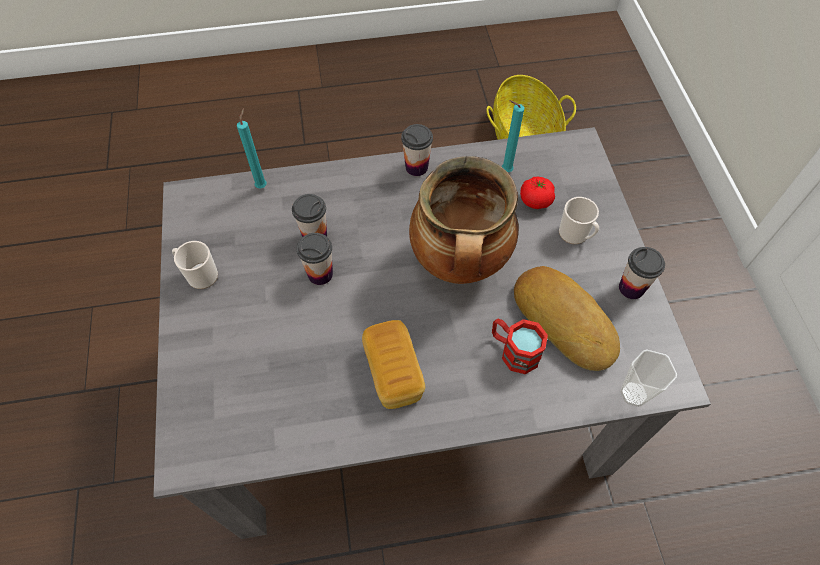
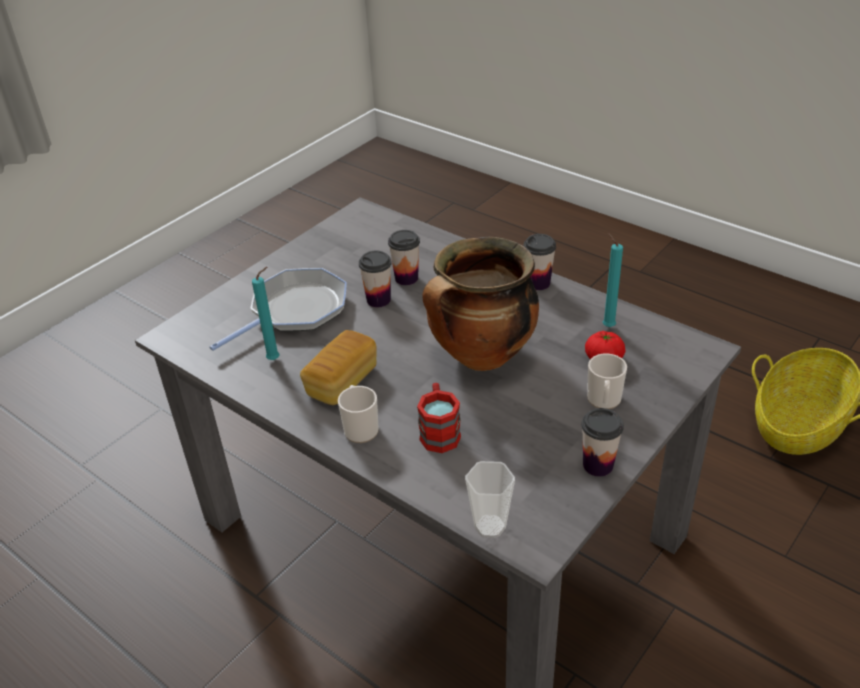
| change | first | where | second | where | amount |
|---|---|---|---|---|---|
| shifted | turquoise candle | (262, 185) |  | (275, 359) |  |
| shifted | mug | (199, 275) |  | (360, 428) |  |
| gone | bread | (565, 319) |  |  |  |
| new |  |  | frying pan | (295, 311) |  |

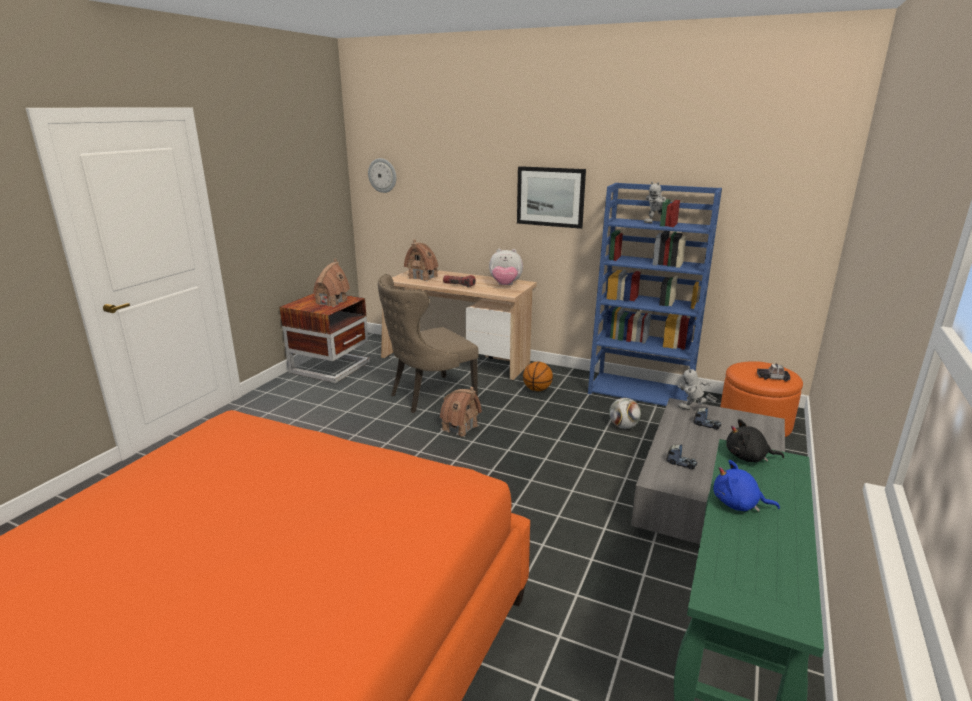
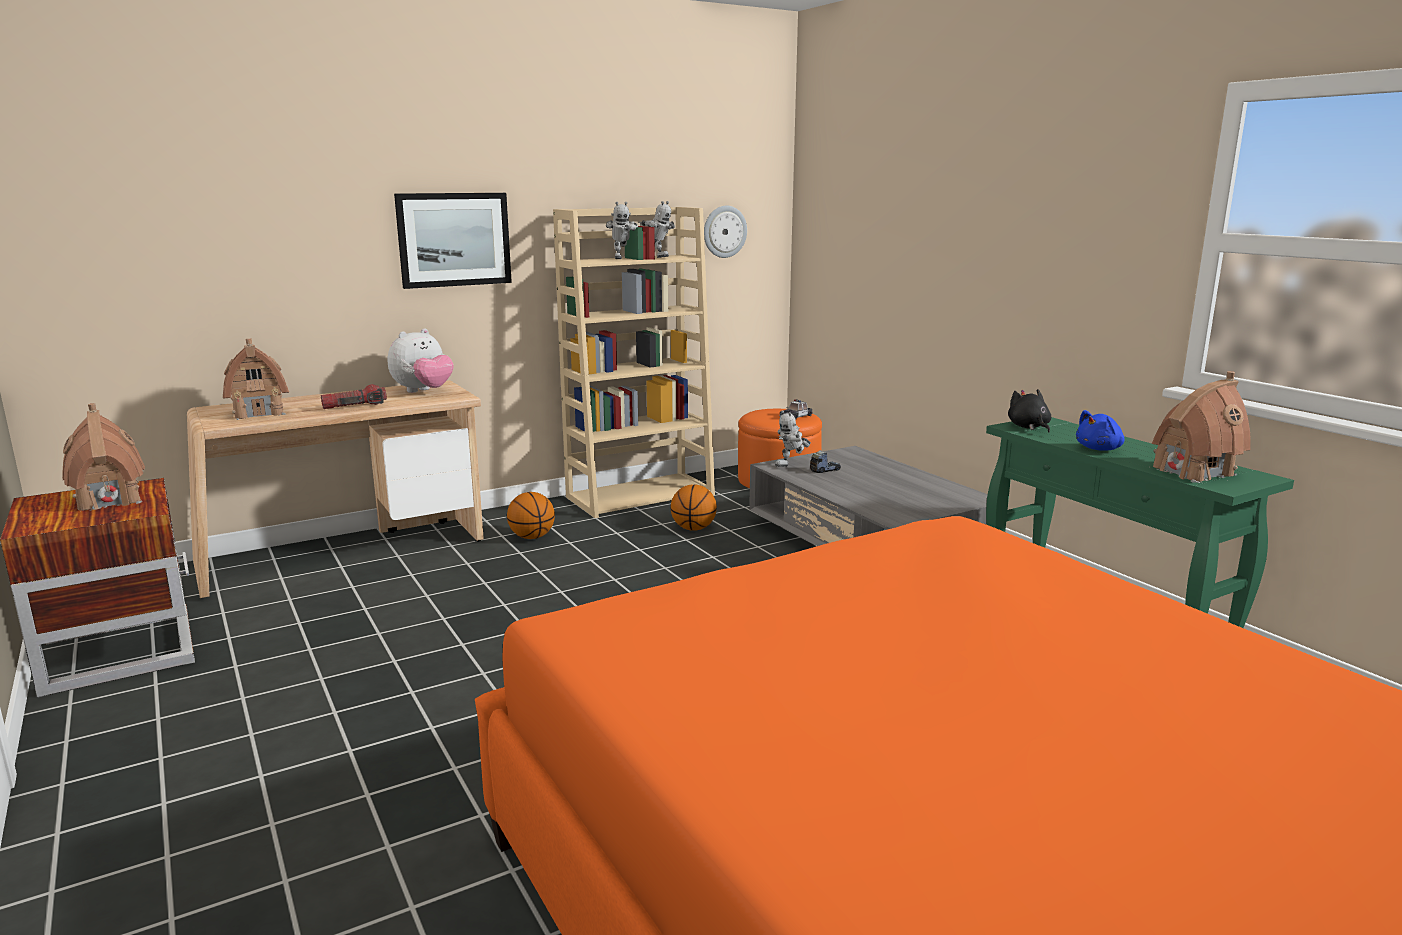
| change | first | where | second | where | amount |
|---|---|---|---|---|---|
| shifted | wall clock | (382, 175) |  | (724, 231) |  |
| repainted | blue bookcase | (641, 392) | beige bookcase | (641, 495) |  |
| gone | beige chair | (428, 395) |  |  |  |
| shifted | toy house | (460, 427) |  | (1192, 471) |  |
| swapped | football | (623, 426) | basketball | (693, 529) |  |
| rotated | black plush toy | (748, 457) |  | (1029, 427) | 120 degrees clockwise |
| gone | toy truck | (681, 463) |  |  |  |
| new |  |  | toy robot | (657, 257) |  |

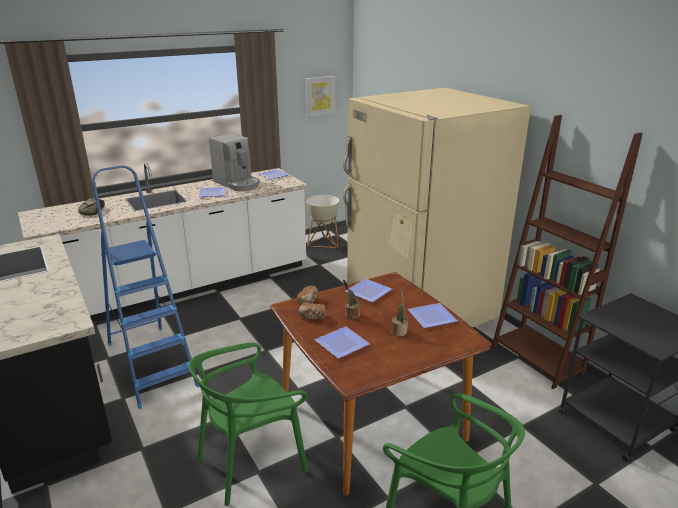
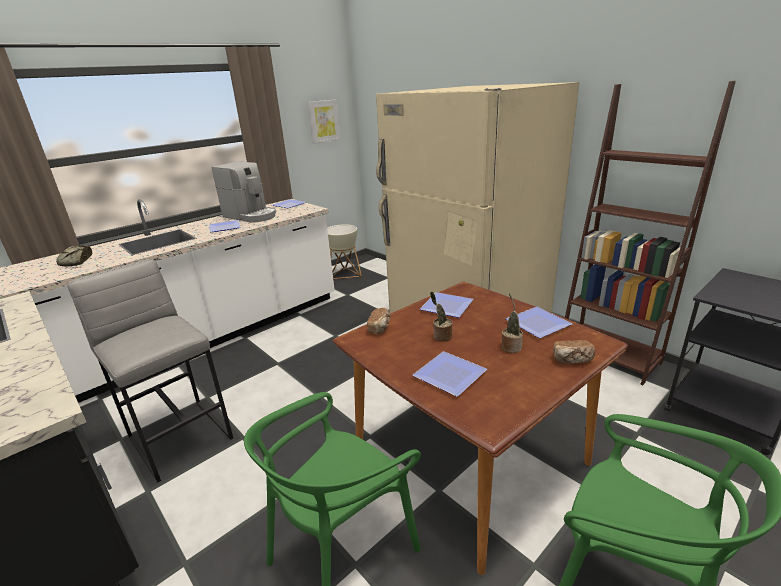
| change | first | where | second | where | amount |
|---|---|---|---|---|---|
| swapped | blue step ladder | (151, 364) | grey stool | (180, 437) |  |
| shifted | bread | (312, 317) |  | (572, 360) |  |

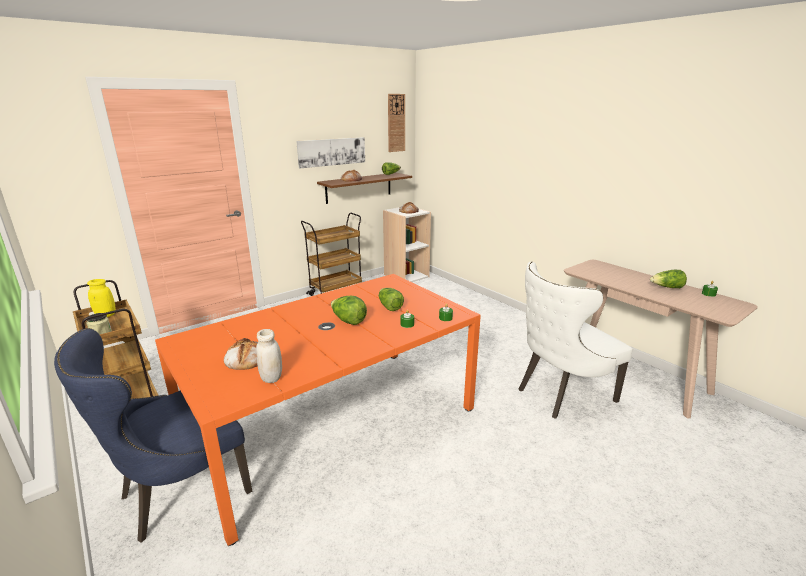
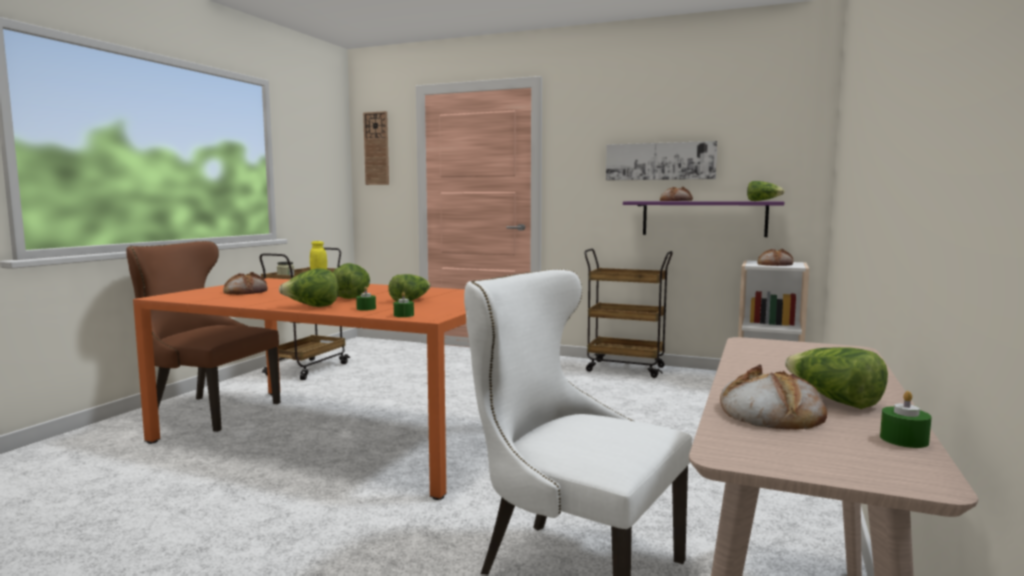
| change | first | where | second | where | amount |
|---|---|---|---|---|---|
| shifted | wall clock | (396, 123) |  | (376, 148) |  |
| repainted | brown shelf | (359, 187) | purple shelf | (703, 218) |  |
| repainted | blue chair | (180, 492) | brown chair | (208, 411) |  |
| gone | white jar | (271, 378) |  |  |  |
| new |  |  | lettuce | (312, 307) |  |
| new |  |  | bread | (769, 412) |  |

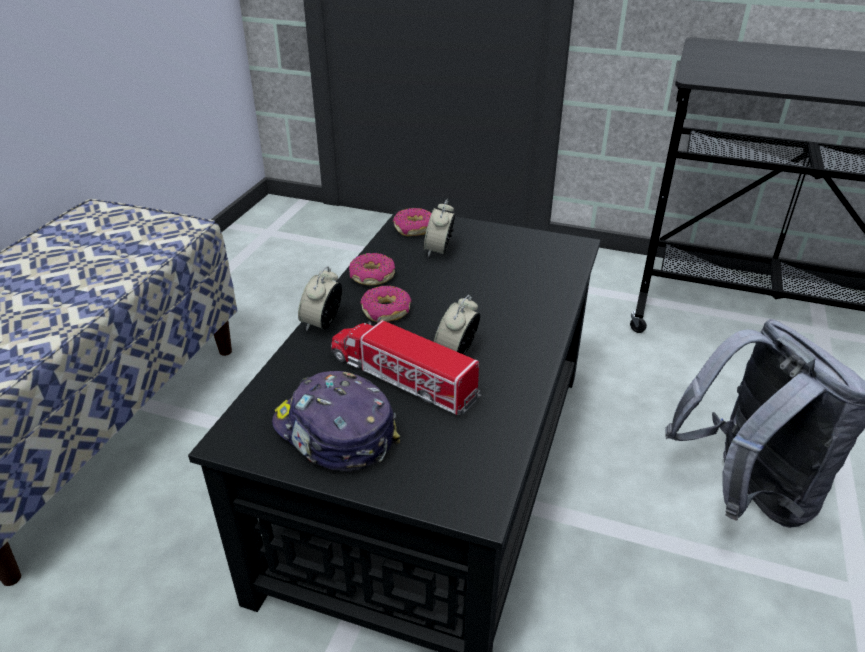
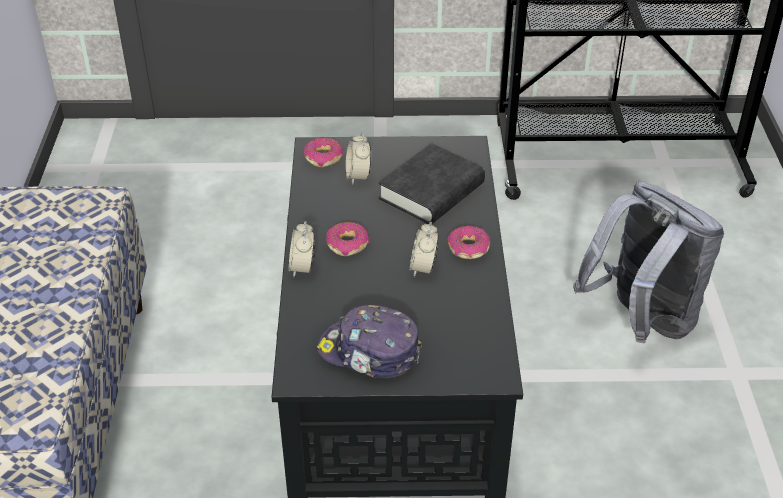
| change | first | where | second | where | amount |
|---|---|---|---|---|---|
| shifted | donut | (372, 276) |  | (468, 248) |  |
| gone | toy truck | (402, 377) |  |  |  |
| new |  |  | black book | (431, 191) |  |

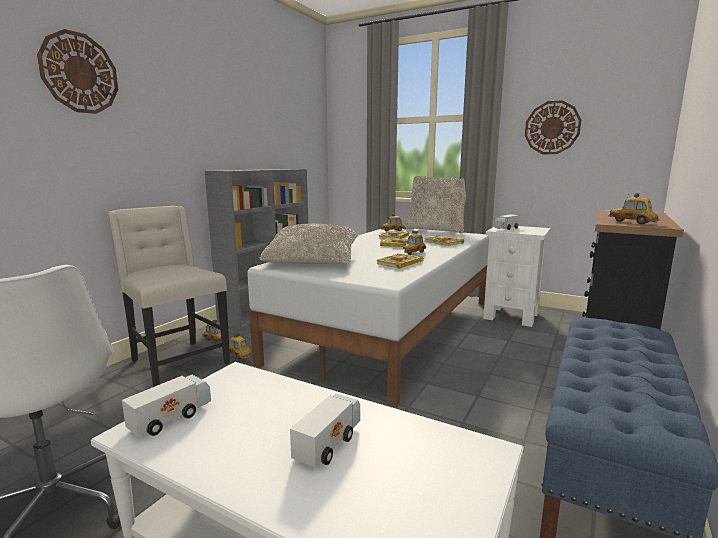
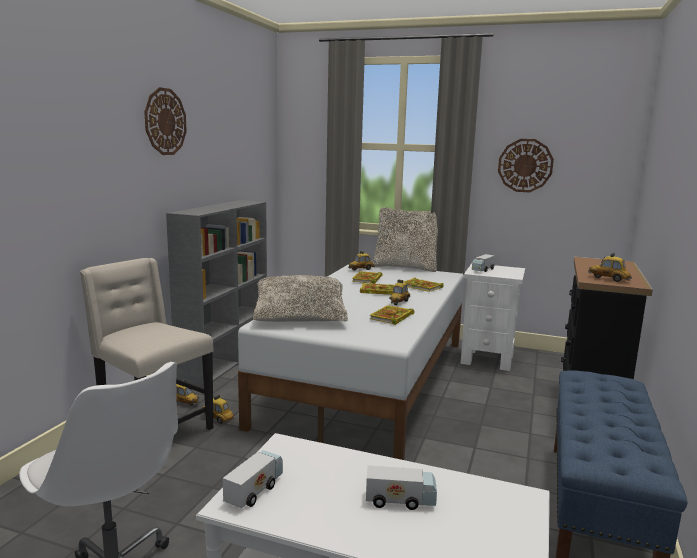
| change | first | where | second | where | amount |
|---|---|---|---|---|---|
| shifted | wall clock | (79, 73) |  | (165, 122) |  |
| rotated | toy truck | (328, 442) |  | (400, 500) | 75 degrees clockwise |

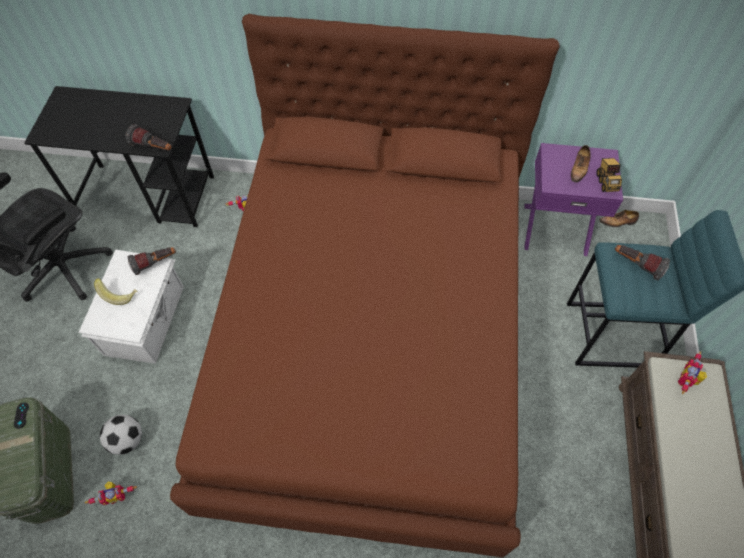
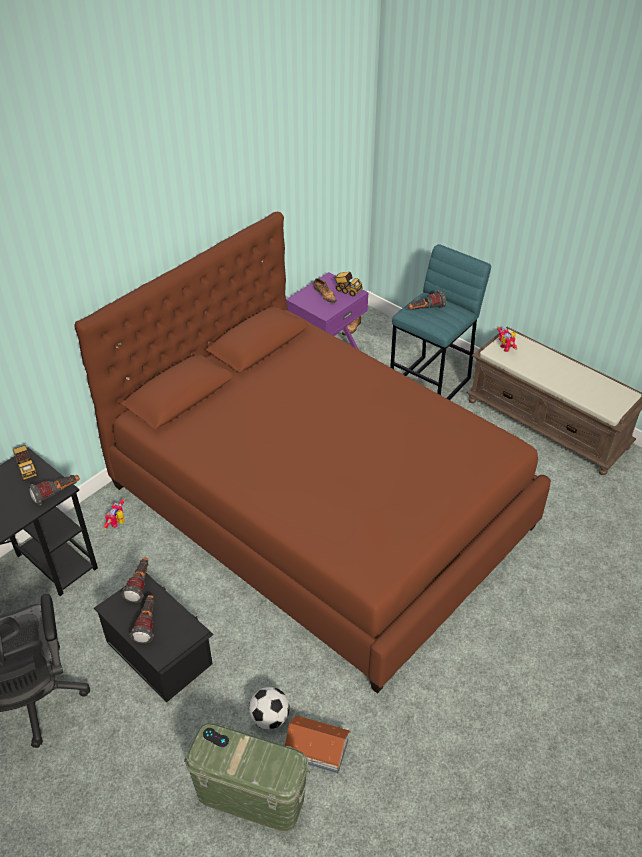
| change | first | where | second | where | amount |
|---|---|---|---|---|---|
| repainted | white storage box | (146, 319) | black storage box | (159, 651) |  |
| swapped | banana | (119, 294) | flashlight | (147, 624) |  |
| swapped | toy robot | (117, 495) | toy house | (316, 748) |  |
| new |  |  | toy truck | (27, 470) |  |

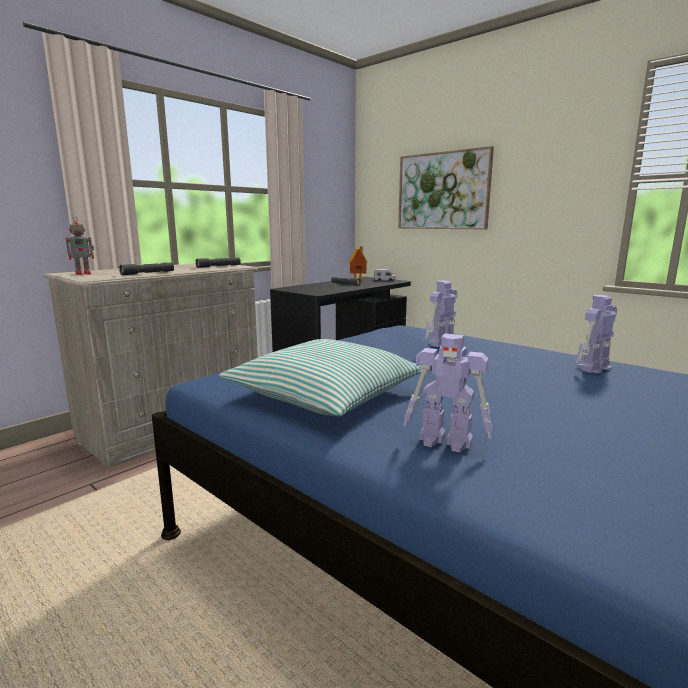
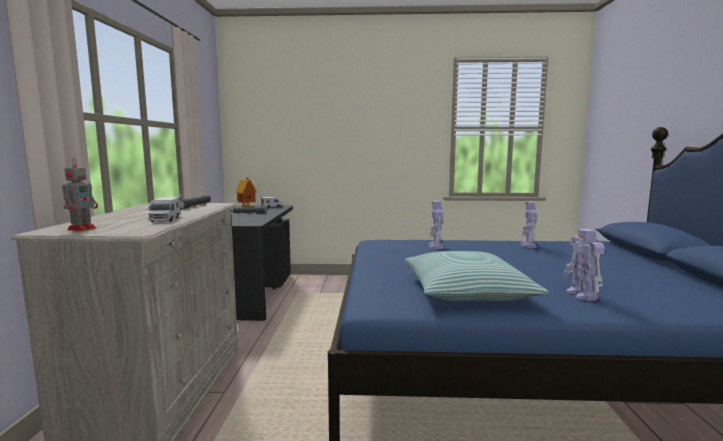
| change | first | where | second | where | amount |
|---|---|---|---|---|---|
| gone | picture | (443, 191) |  |  |  |
| swapped | grey flashlight | (148, 273) | toy truck | (165, 219) |  |
| rotated | toy robot | (446, 441) |  | (582, 295) | 105 degrees clockwise |

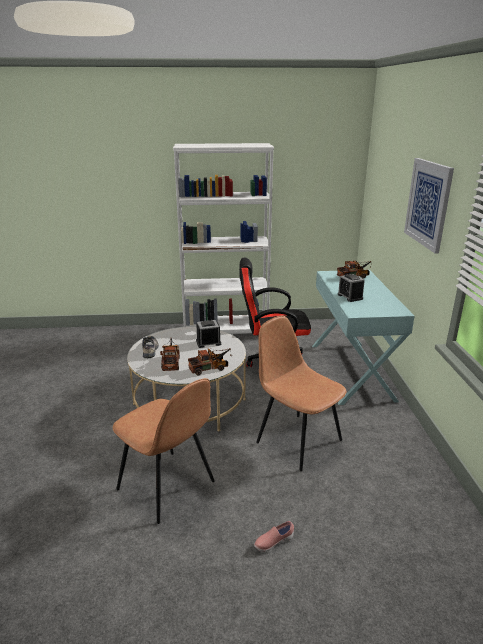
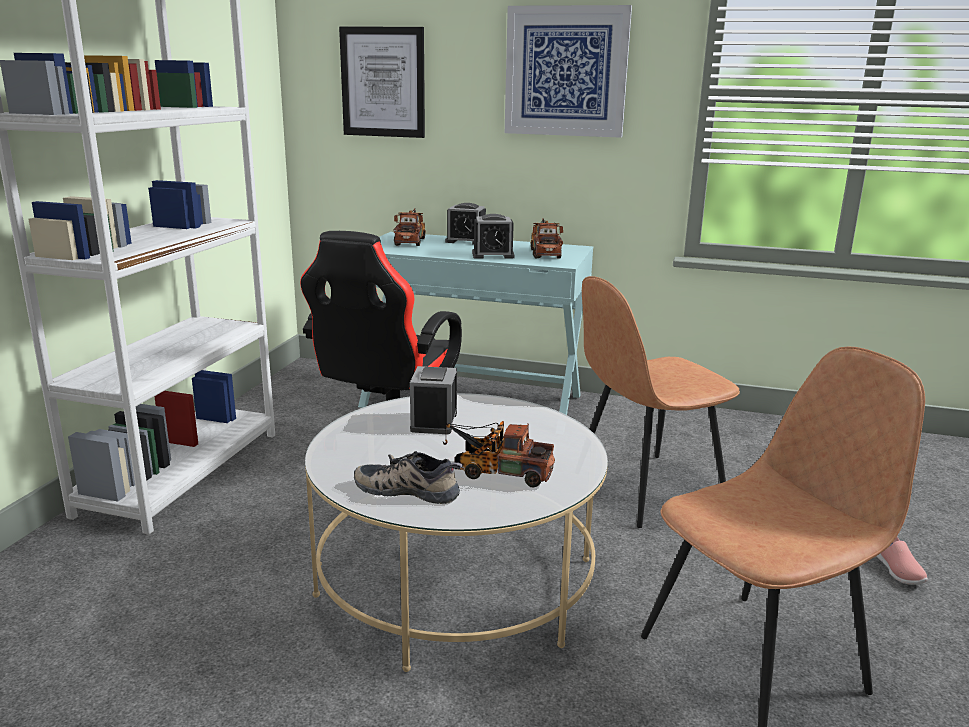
| change | first | where | second | where | amount |
|---|---|---|---|---|---|
| shifted | toy truck | (211, 368) |  | (545, 253) |  |
| new |  |  | picture | (383, 82) |  |
| new |  |  | alarm clock | (466, 241) |  |

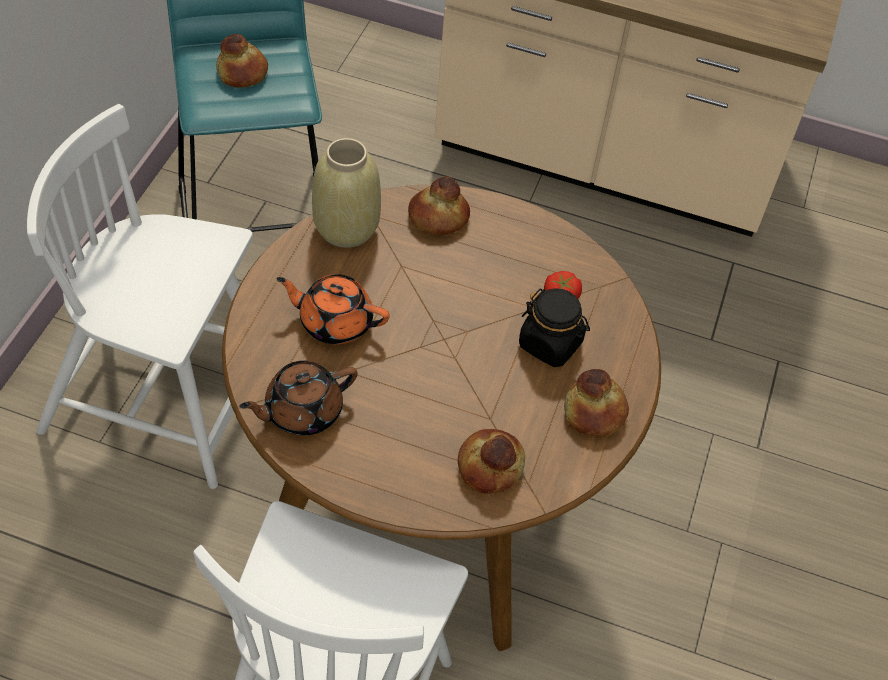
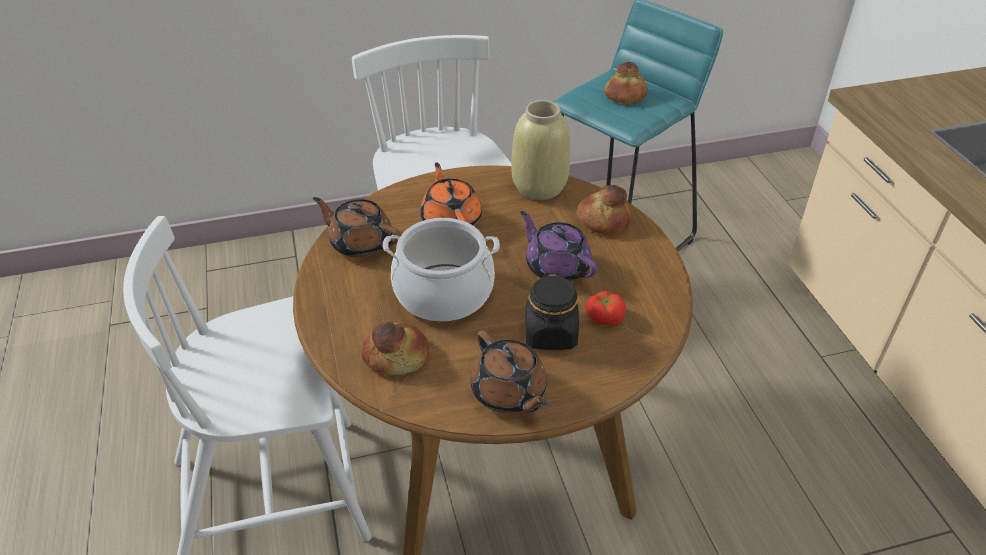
| change | first | where | second | where | amount |
|---|---|---|---|---|---|
| swapped | bread | (595, 412) | brown teapot | (509, 393) |  |
| new |  |  | purple teapot | (556, 267) |  |
| new |  |  | cooking pot | (444, 293) |  |

